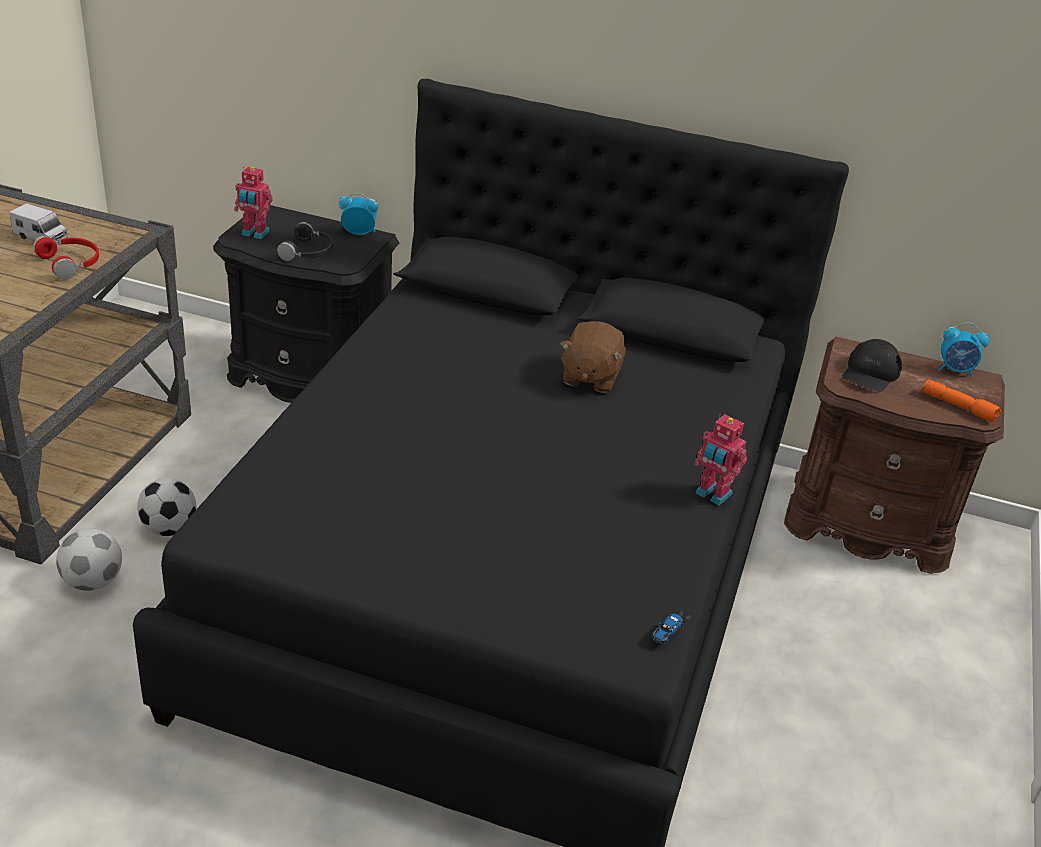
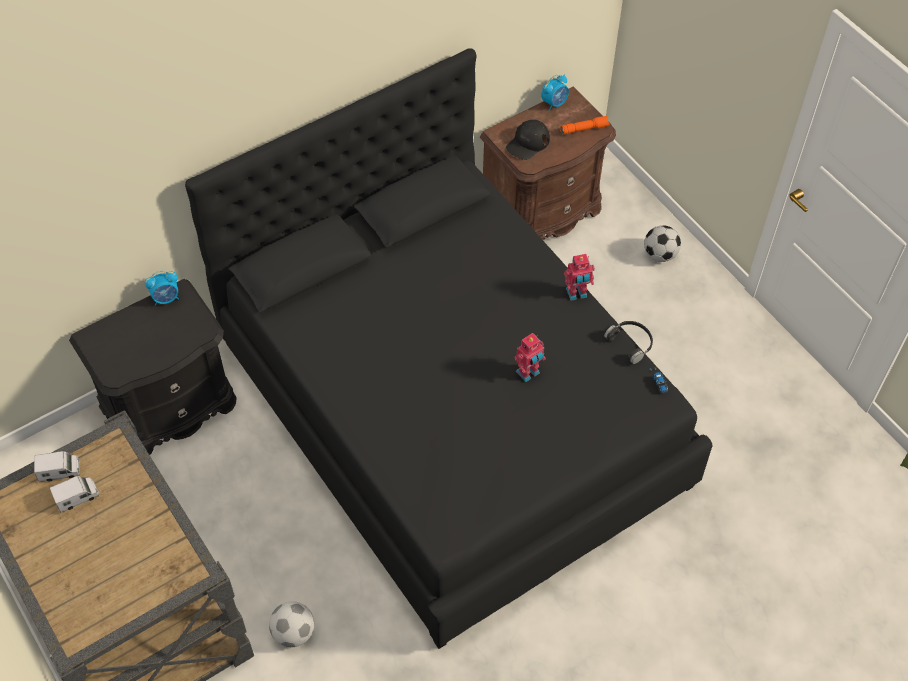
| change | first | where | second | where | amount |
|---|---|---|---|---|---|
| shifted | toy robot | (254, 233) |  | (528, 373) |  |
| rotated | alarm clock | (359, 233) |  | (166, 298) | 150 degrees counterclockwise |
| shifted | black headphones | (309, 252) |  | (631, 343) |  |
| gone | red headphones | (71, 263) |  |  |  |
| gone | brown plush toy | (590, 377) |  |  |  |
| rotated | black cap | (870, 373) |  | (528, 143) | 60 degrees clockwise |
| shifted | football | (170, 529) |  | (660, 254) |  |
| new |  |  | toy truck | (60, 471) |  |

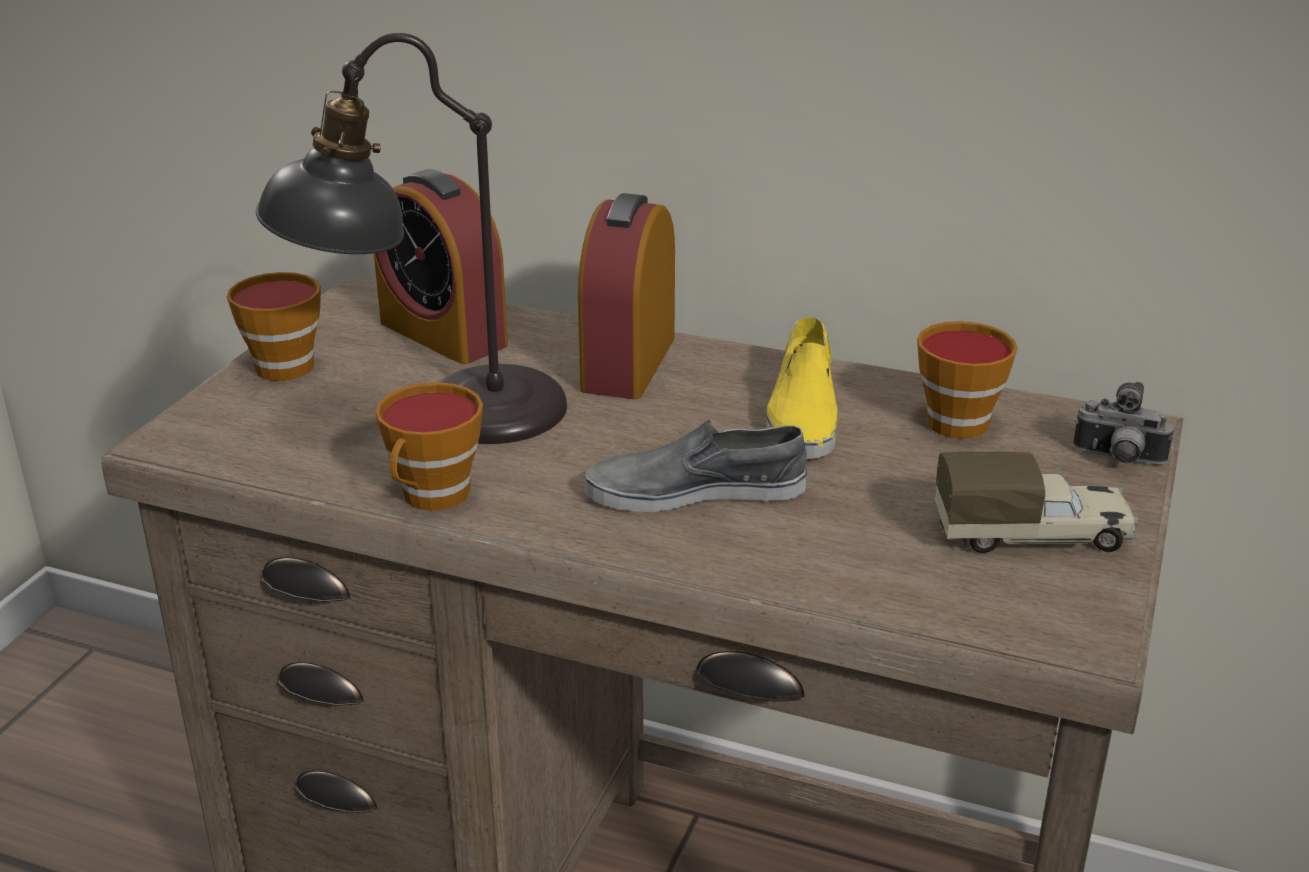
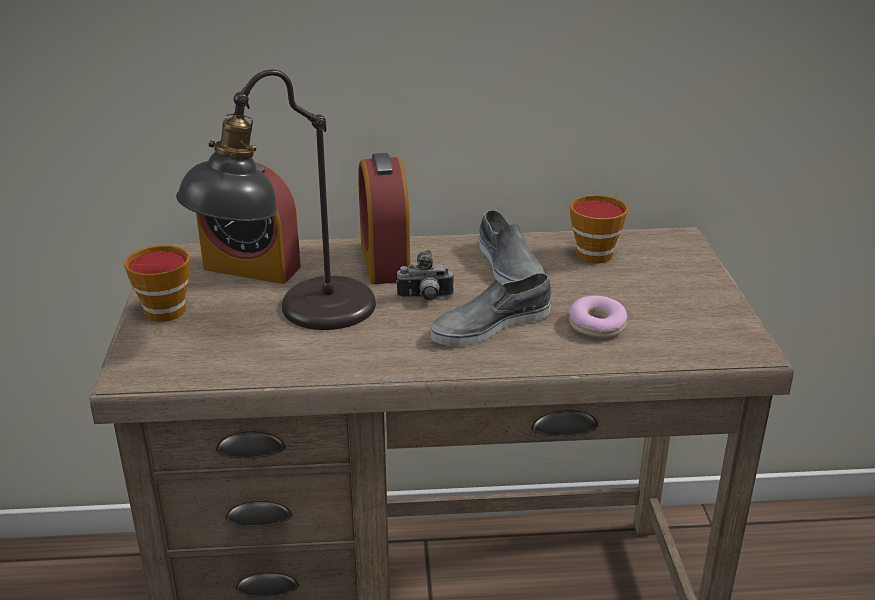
| change | first | where | second | where | amount |
|---|---|---|---|---|---|
| repainted | yellow shoe | (802, 412) | grey shoe | (509, 267) |  |
| gone | cup | (433, 497) |  |  |  |
| shifted | photo camera | (1117, 460) |  | (425, 299) |  |
| gone | toy truck | (1033, 535) |  |  |  |
| new |  |  | donut | (596, 325) |  |

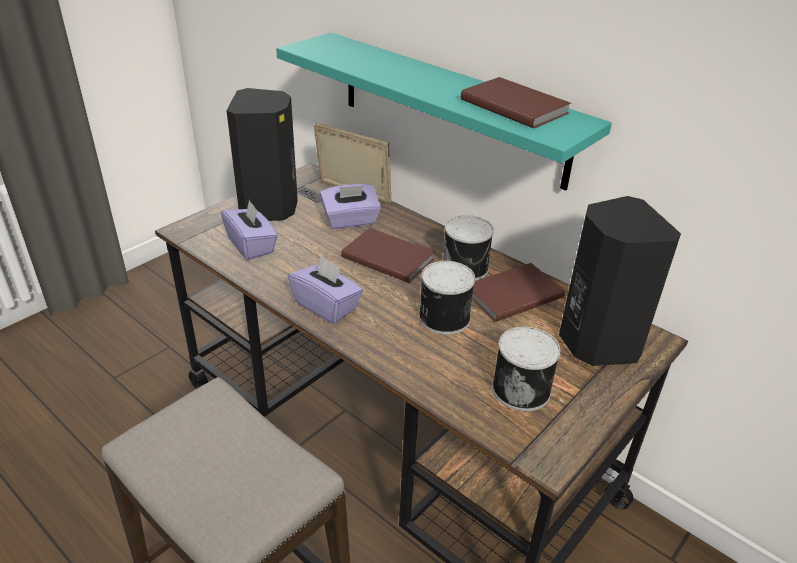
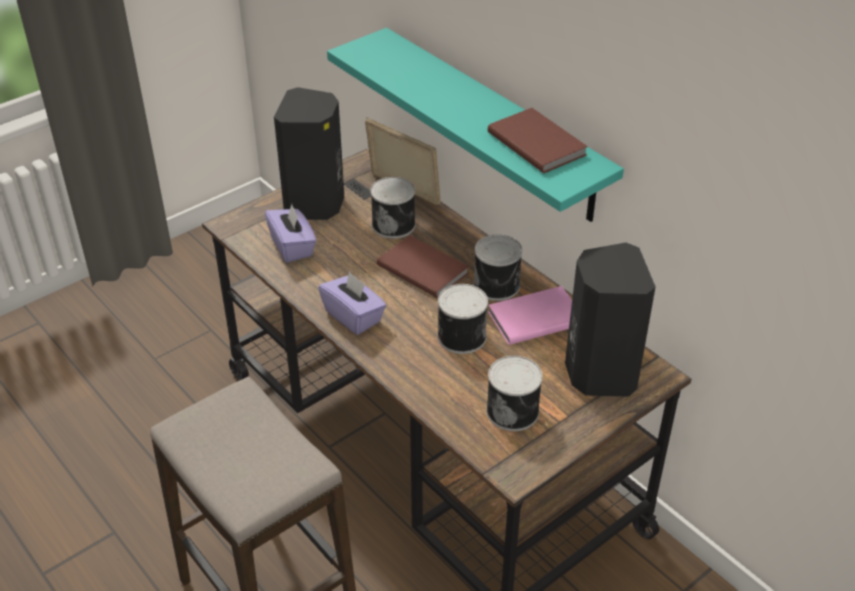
| change | first | where | second | where | amount |
|---|---|---|---|---|---|
| swapped | purple tissue box | (350, 221) | can | (394, 224) |  |
| repainted | brown book | (511, 294) | pink book | (533, 317) |  |

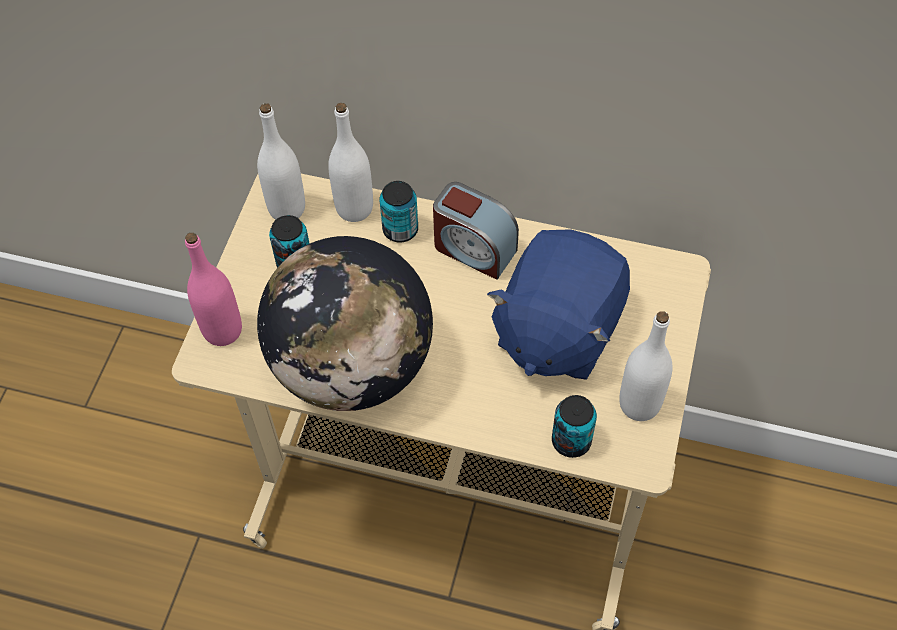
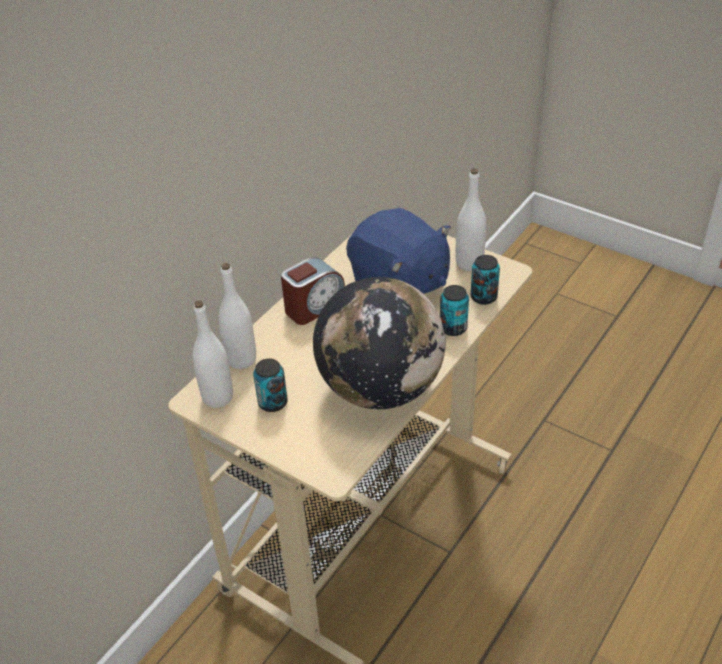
| change | first | where | second | where | amount |
|---|---|---|---|---|---|
| shifted | can | (400, 230) |  | (453, 328) |  |
| gone | pink bottle | (222, 330) |  |  |  |

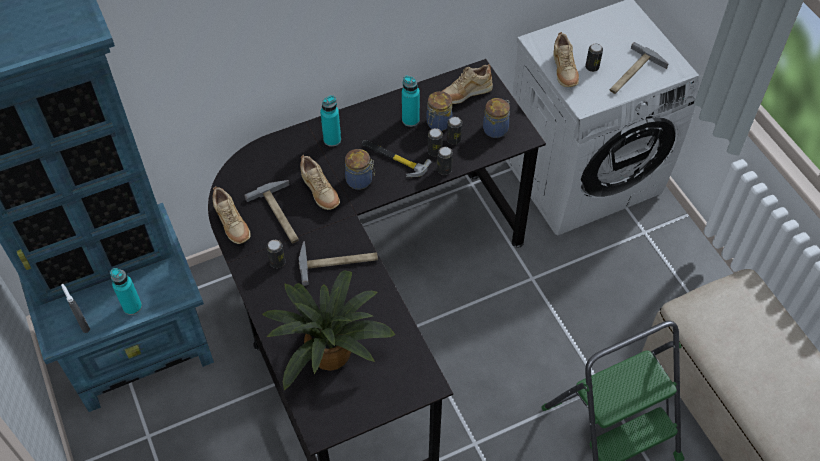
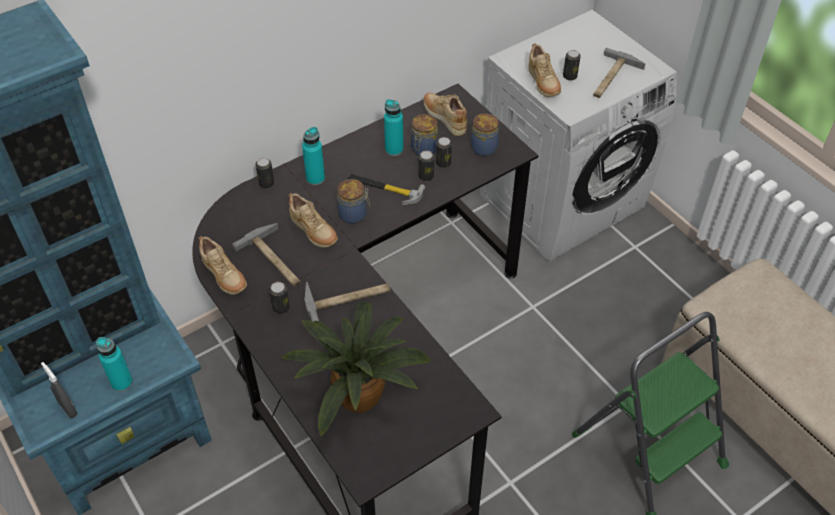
| change | first | where | second | where | amount |
|---|---|---|---|---|---|
| rotated | beige shoe | (465, 95) |  | (445, 119) | 90 degrees clockwise |
| shifted | can | (444, 169) |  | (266, 184) |  |

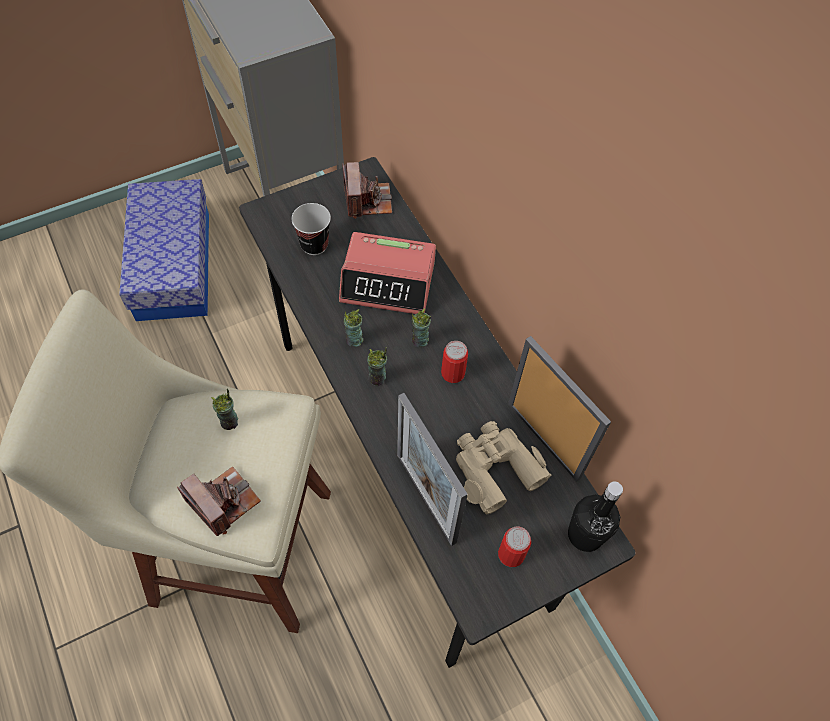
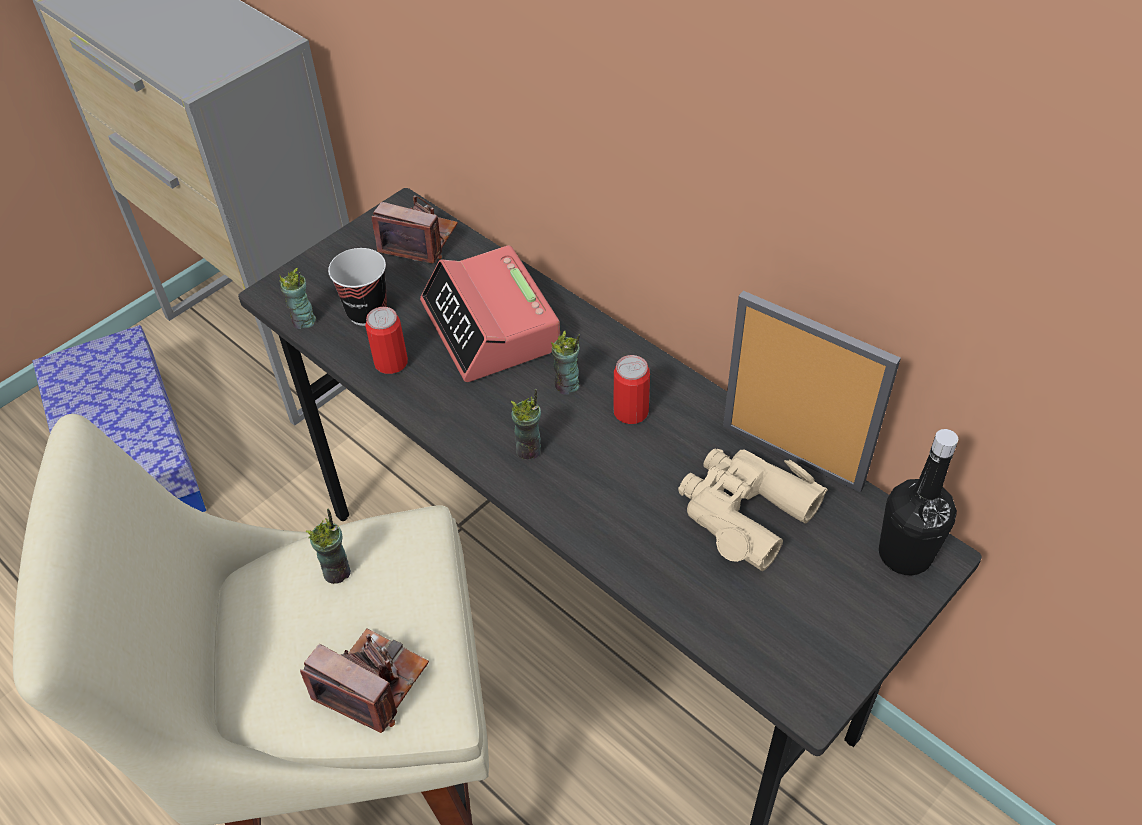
| change | first | where | second | where | amount |
|---|---|---|---|---|---|
| rotated | photo camera | (367, 200) |  | (419, 240) | 45 degrees counterclockwise |
| rotated | alarm clock | (388, 281) |  | (491, 327) | 75 degrees clockwise |
| shifted | cup | (354, 340) |  | (303, 321) |  |
| gone | picture frame | (426, 498) |  |  |  |
| shifted | can | (511, 554) |  | (391, 362) |  |

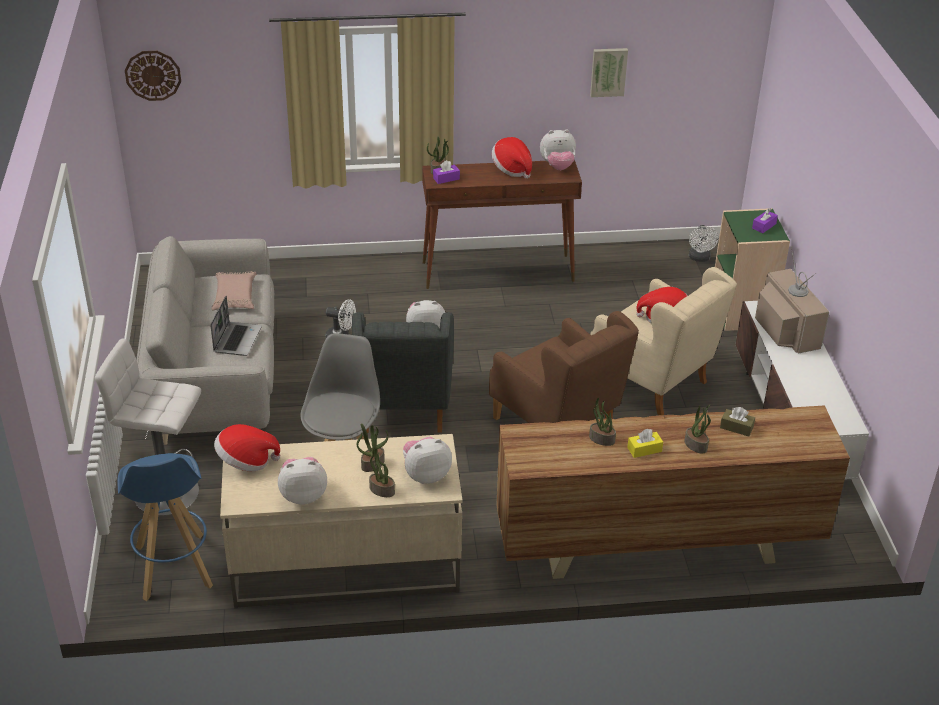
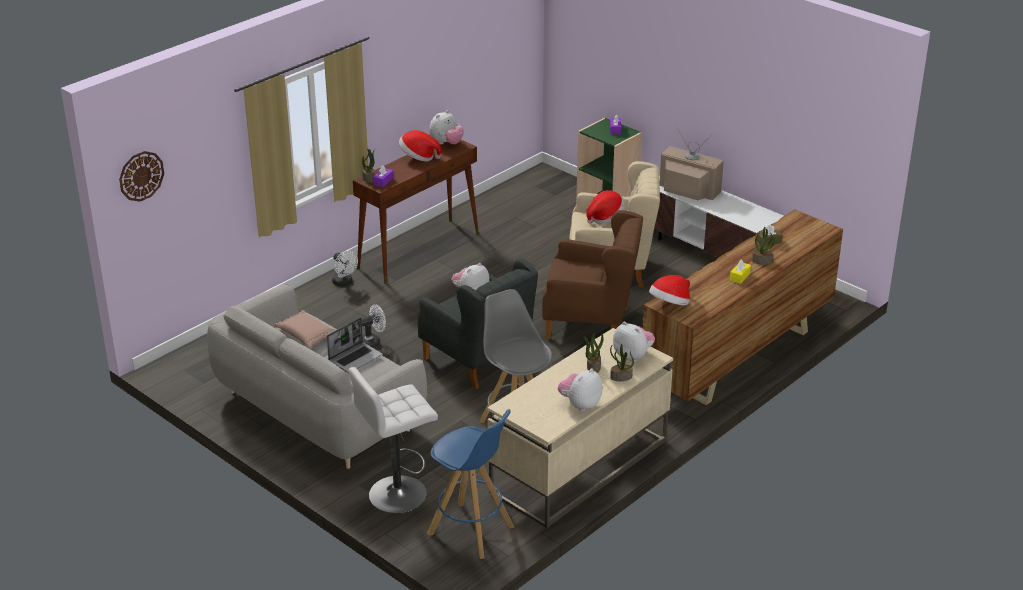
| change | first | where | second | where | amount |
|---|---|---|---|---|---|
| gone | picture | (608, 71) |  |  |  |
| shifted | white fan | (700, 258) |  | (344, 282) |  |
| rotated | laptop | (237, 339) |  | (355, 358) | 75 degrees clockwise |
| gone | potted plant | (601, 439) |  |  |  |
| shifted | hat | (246, 461) |  | (670, 304) |  |
| rotated | plush toy | (426, 475) |  | (633, 356) | 105 degrees clockwise |

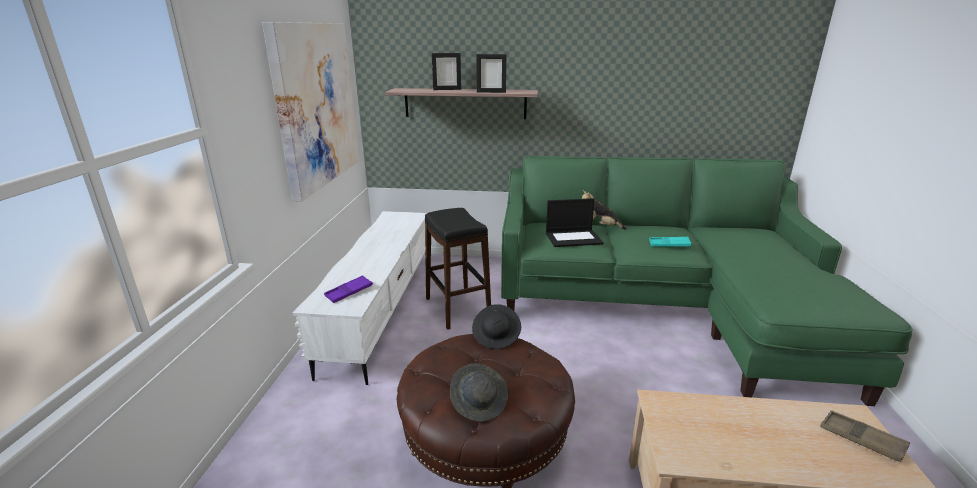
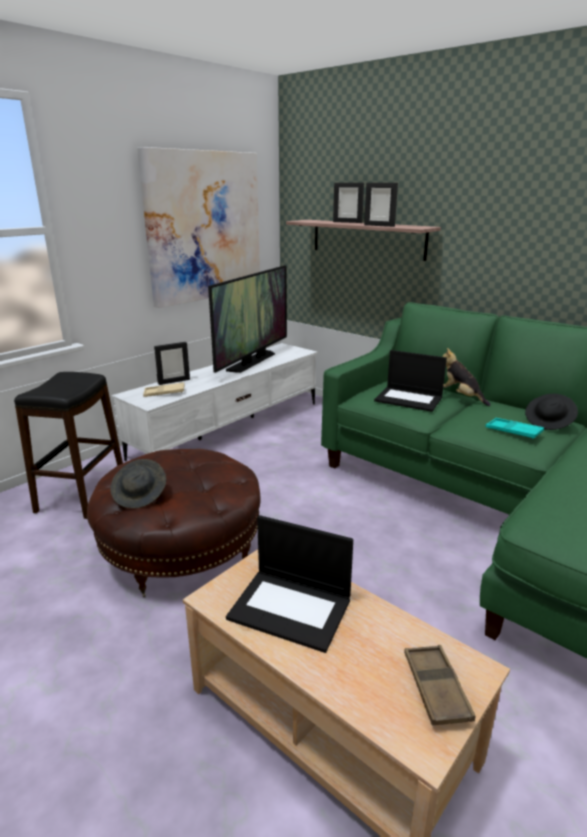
| change | first | where | second | where | amount |
|---|---|---|---|---|---|
| shifted | black stool | (458, 308) |  | (82, 494) |  |
| repainted | purple tray | (349, 292) | beige tray | (164, 393) |  |
| shifted | black hat | (497, 336) |  | (549, 422) |  |
| new |  |  | television | (252, 361) |  |
| new |  |  | picture frame | (174, 381) |  |
| new |  |  | laptop | (291, 608) |  |

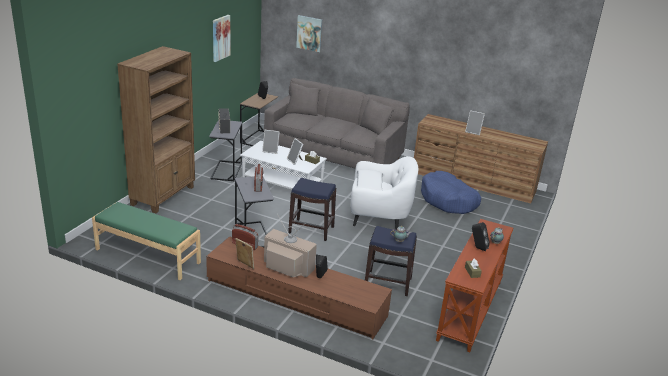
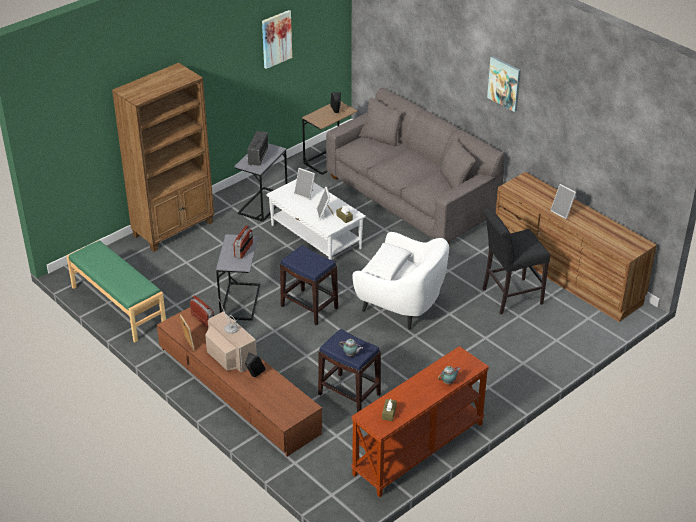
| change | first | where | second | where | amount |
|---|---|---|---|---|---|
| shifted | picture | (309, 33) |  | (504, 83) |  |
| swapped | blue dog bed | (448, 200) | black stool | (508, 297) |  |
| gone | black speaker | (478, 248) |  |  |  |

